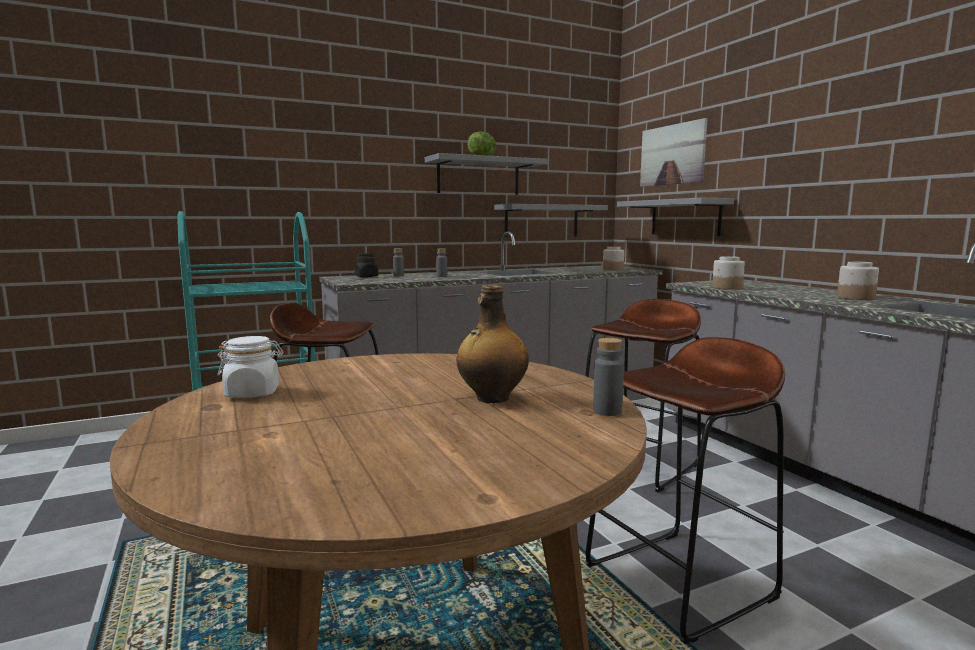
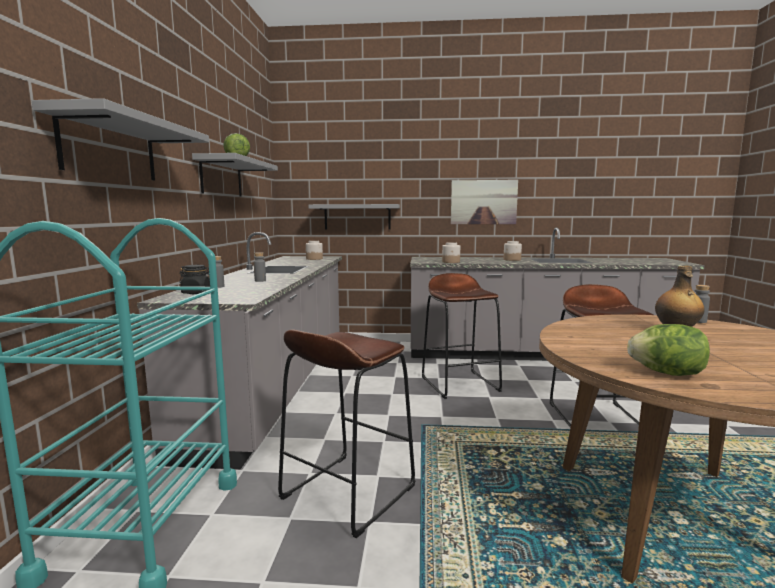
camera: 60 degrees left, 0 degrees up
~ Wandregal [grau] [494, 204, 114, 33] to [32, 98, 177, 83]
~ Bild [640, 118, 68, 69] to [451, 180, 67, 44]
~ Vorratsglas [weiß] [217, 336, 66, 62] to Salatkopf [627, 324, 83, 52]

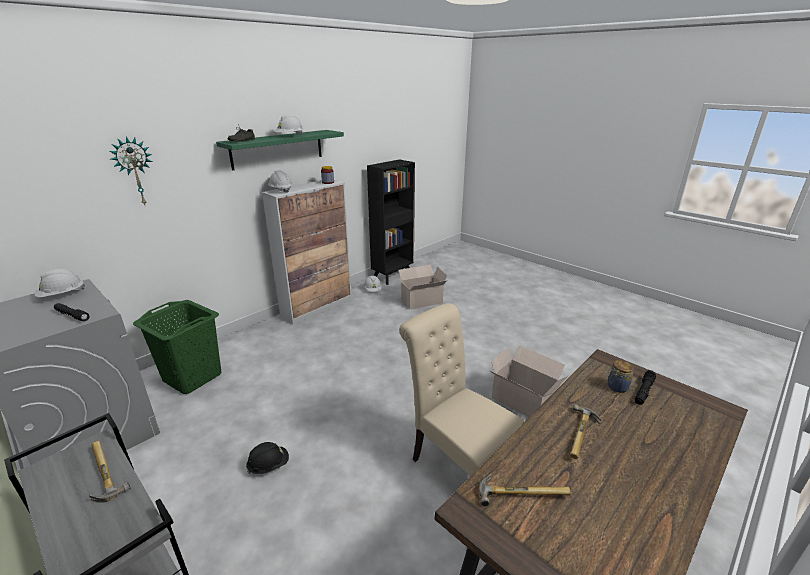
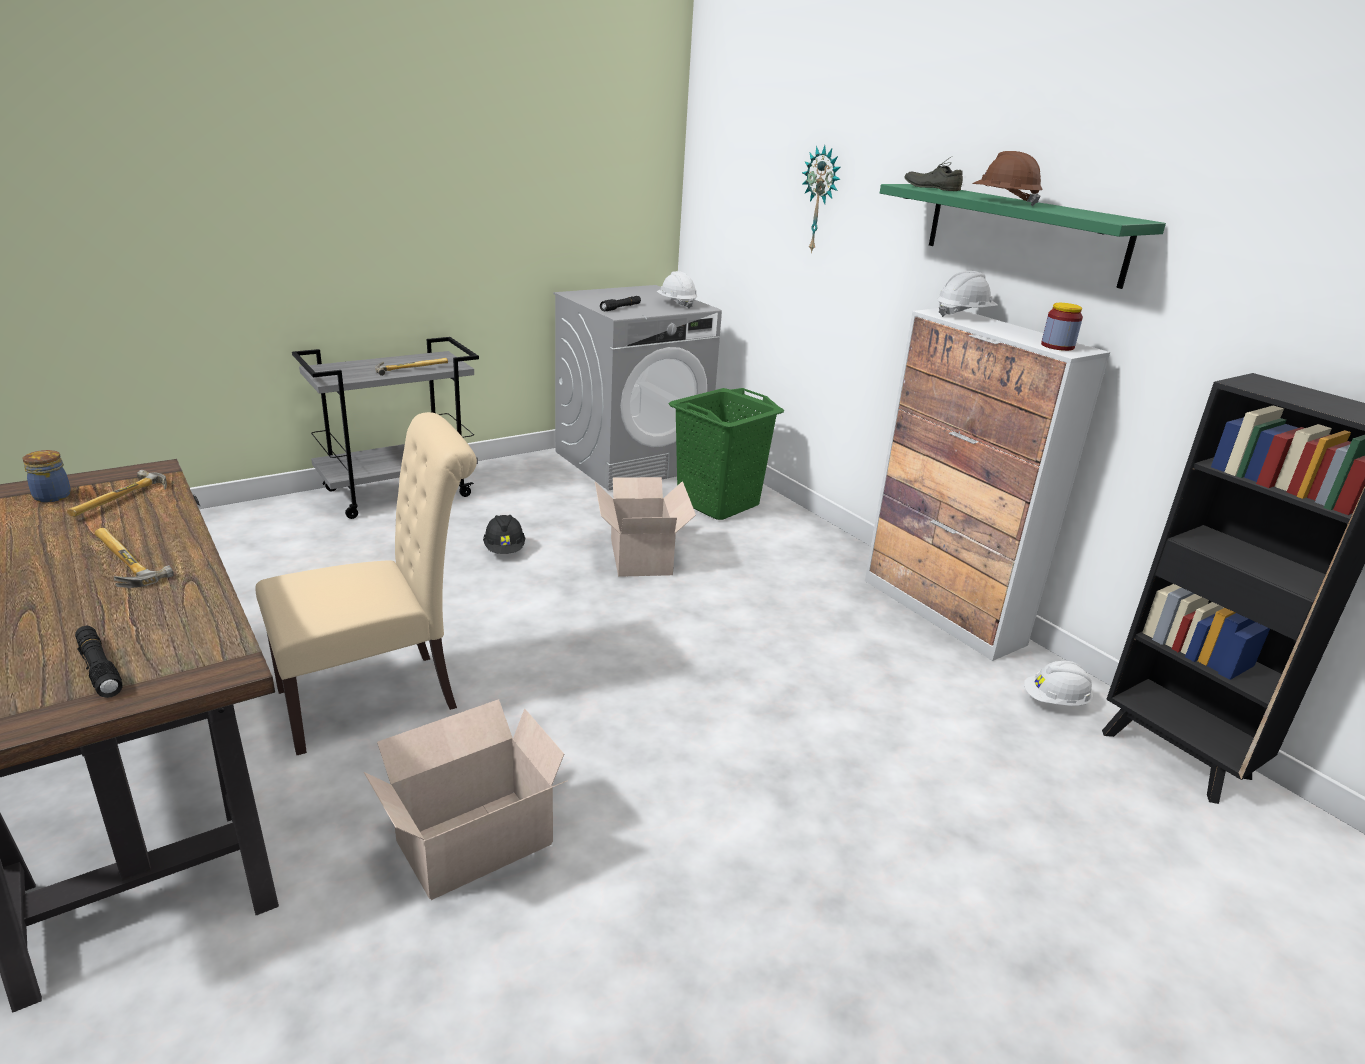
camera: 100 degrees right, 0 degrees up
~ Karton [397, 265, 51, 44] to [595, 477, 101, 100]
~ Vorratsglas [608, 360, 26, 33] to [22, 450, 49, 52]
~ Schutzhelm [weiß] [274, 115, 29, 20] to Schutzhelm [braun] [972, 151, 70, 55]

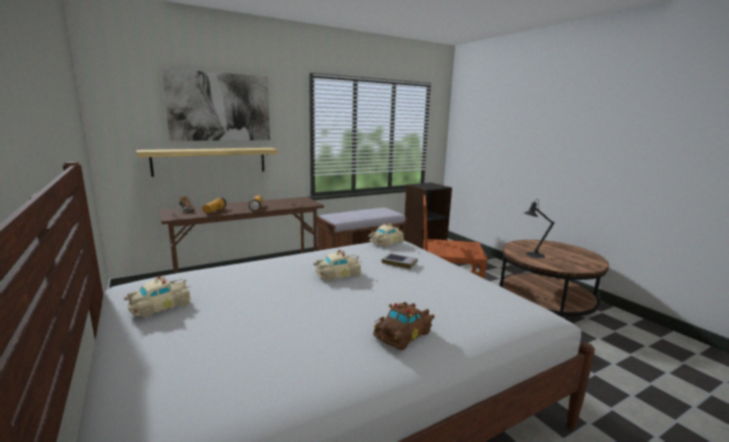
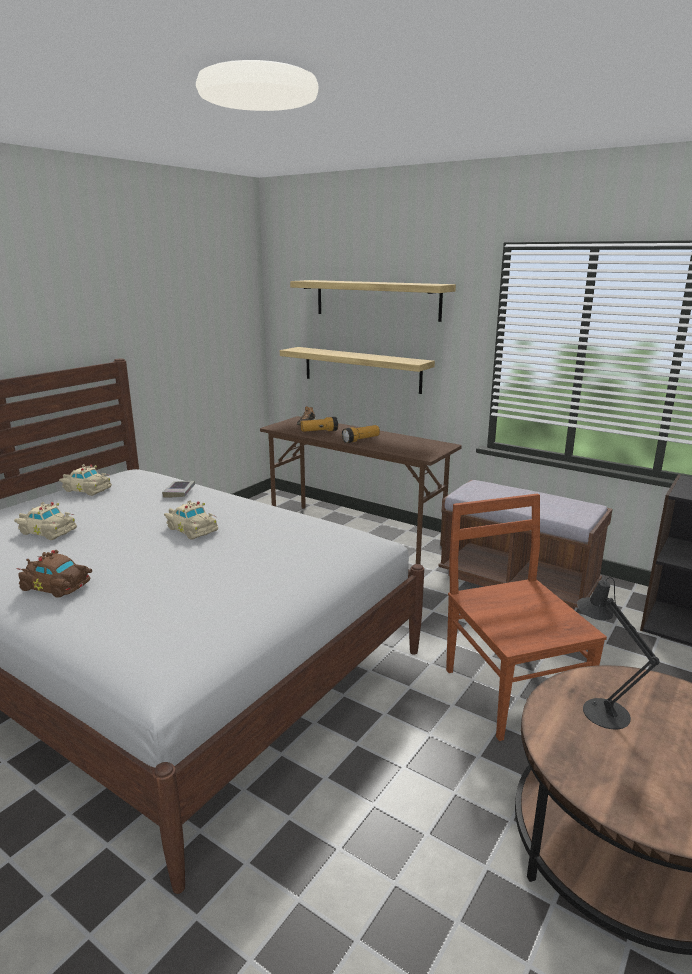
camera: 65 degrees right, 5 degrees up
~ Spielzeugauto [beige] [368, 223, 36, 24] to [14, 502, 63, 38]
~ Buch [382, 253, 36, 16] to [162, 481, 33, 17]
~ Bild [162, 68, 108, 73] to Wandregal [290, 280, 166, 42]

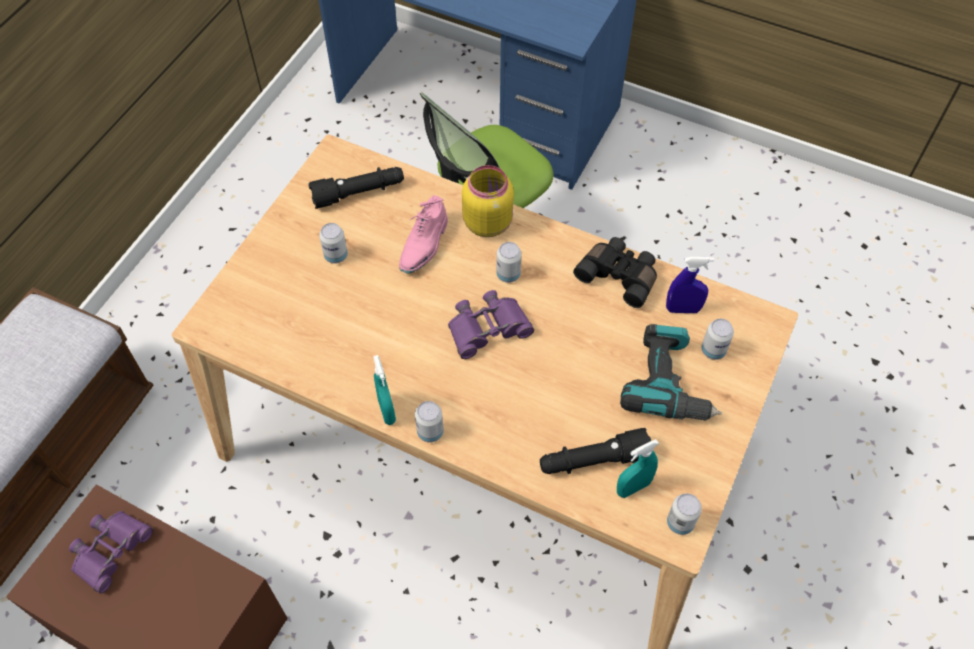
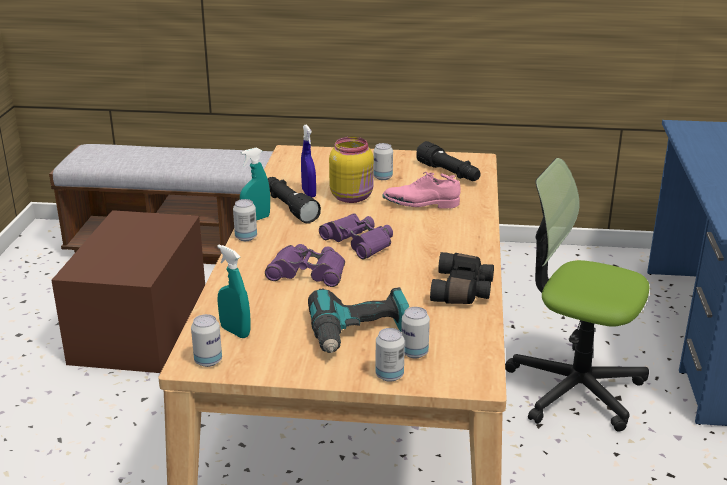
camera: 70 degrees right, 30 degrees down
~ Fernglas [lila] [69, 511, 84, 83] to [265, 244, 80, 43]
~ Vorratsglas [gelb] [462, 165, 52, 72] to [329, 137, 45, 66]
~ Dose [496, 242, 26, 41] to [375, 328, 30, 54]
~ Taschenlampe [schwarz] [540, 428, 111, 46] to [267, 177, 54, 47]
~ Sprühflasche [blau] [666, 257, 48, 56] to [301, 125, 15, 73]

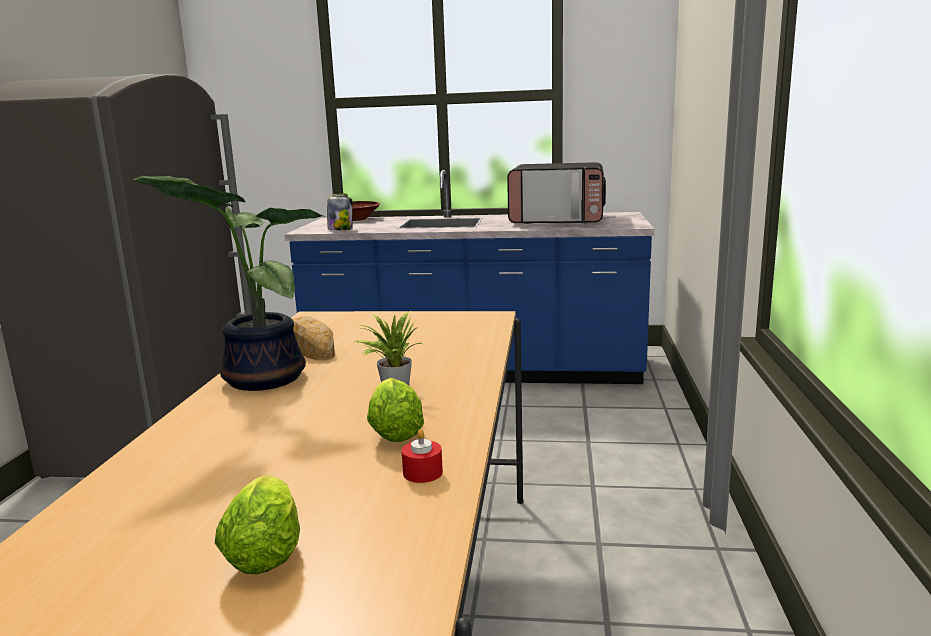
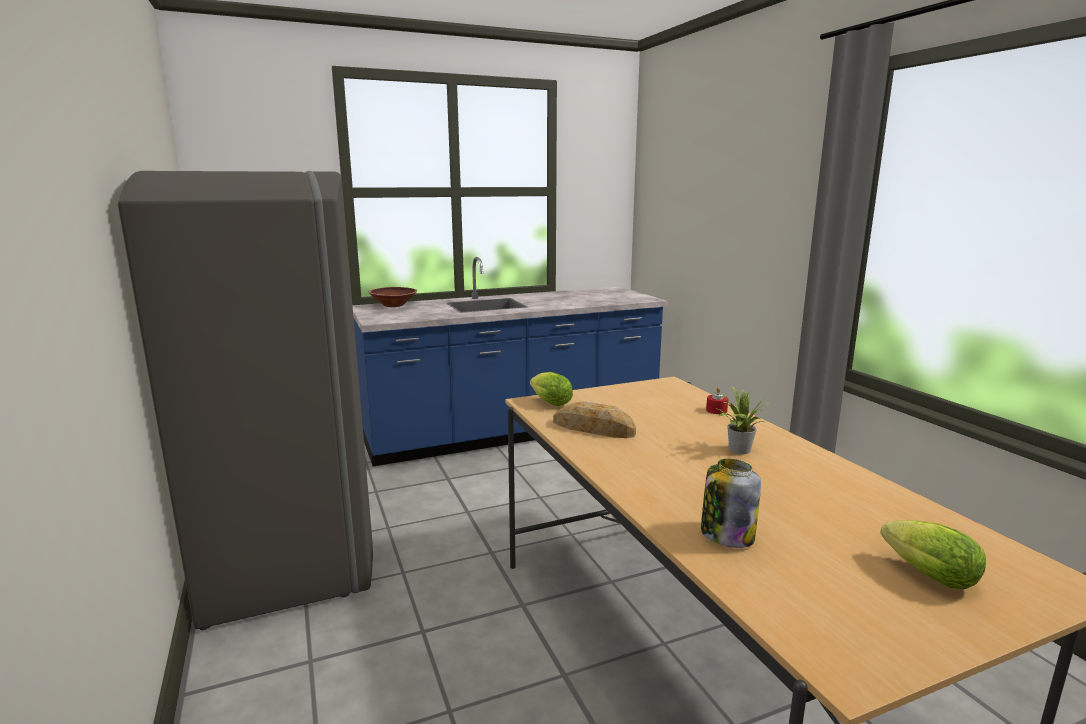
camera: 30 degrees left, 0 degrees up
- Topfpflanze [132, 176, 194, 215]
- Mikrowelle [507, 162, 99, 62]
~ Vorratsglas [327, 193, 26, 37] to [701, 459, 60, 89]
~ Salatkopf [367, 378, 57, 64] to [530, 372, 43, 34]
~ Kerze [rot] [402, 429, 41, 54] to [706, 387, 22, 27]

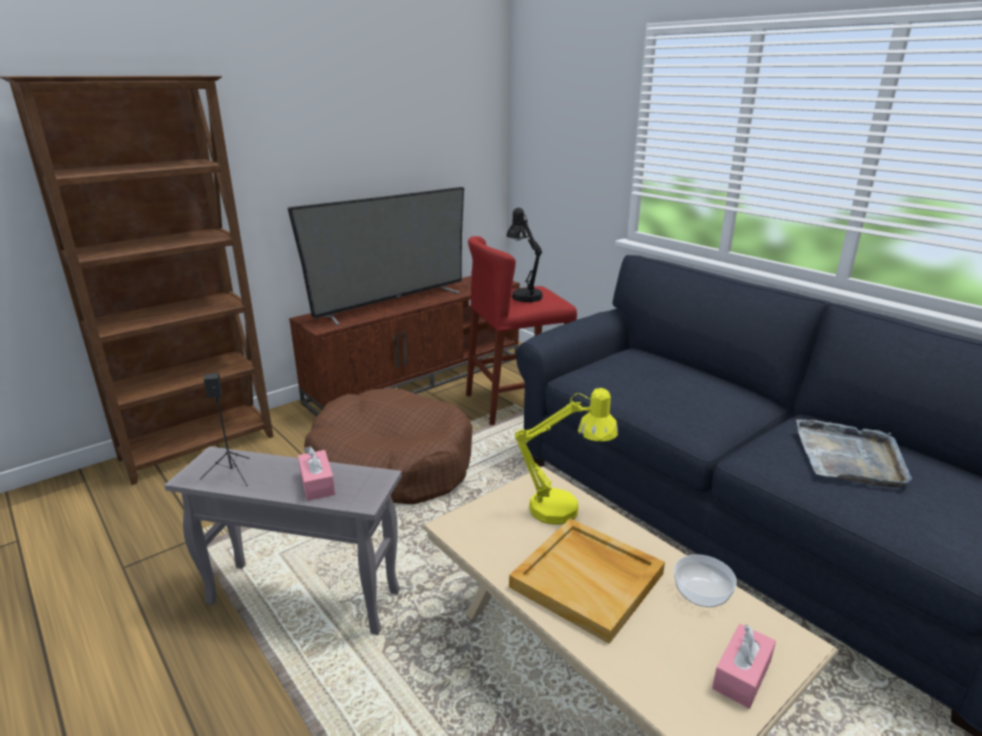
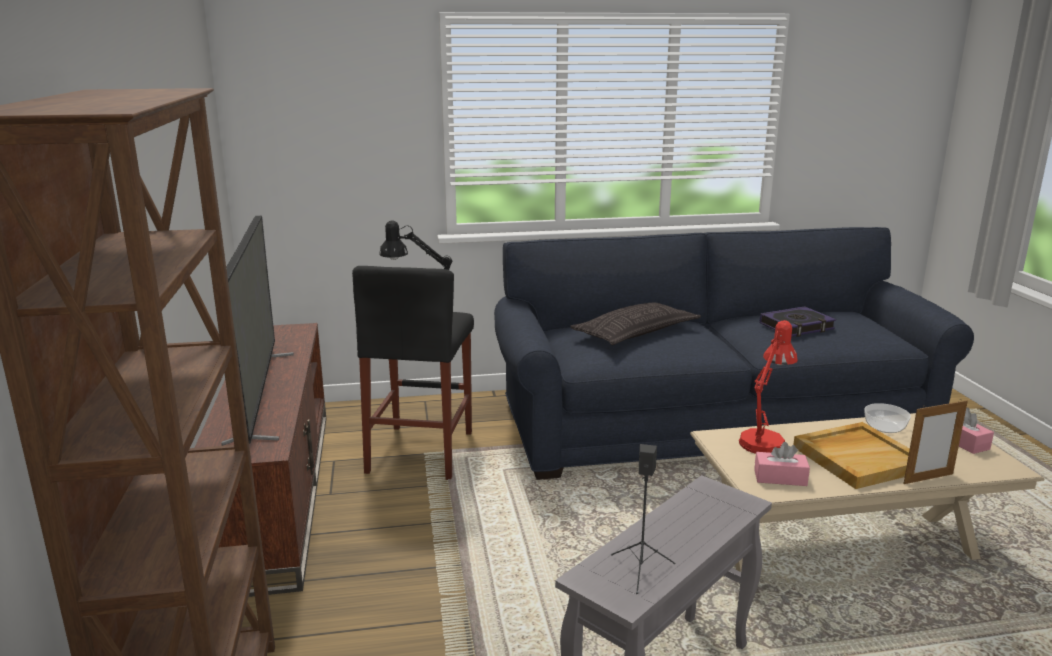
camera: 60 degrees left, 5 degrees down
- Hundebett [braun] [304, 388, 168, 116]
+ Kissen [570, 303, 131, 42]
+ Bilderrahmen [903, 400, 65, 84]
~ Taschentuchbox [rosa] [298, 446, 37, 55] to [754, 442, 56, 44]
~ Tablett [grau] [796, 419, 116, 69] to Buch [760, 306, 76, 31]
~ Hocker [rot] [466, 236, 111, 189] to Hocker [schwarz] [352, 266, 122, 214]
~ Tischlampe [gelb] [515, 388, 103, 137] to Tischlampe [rot] [739, 320, 59, 134]

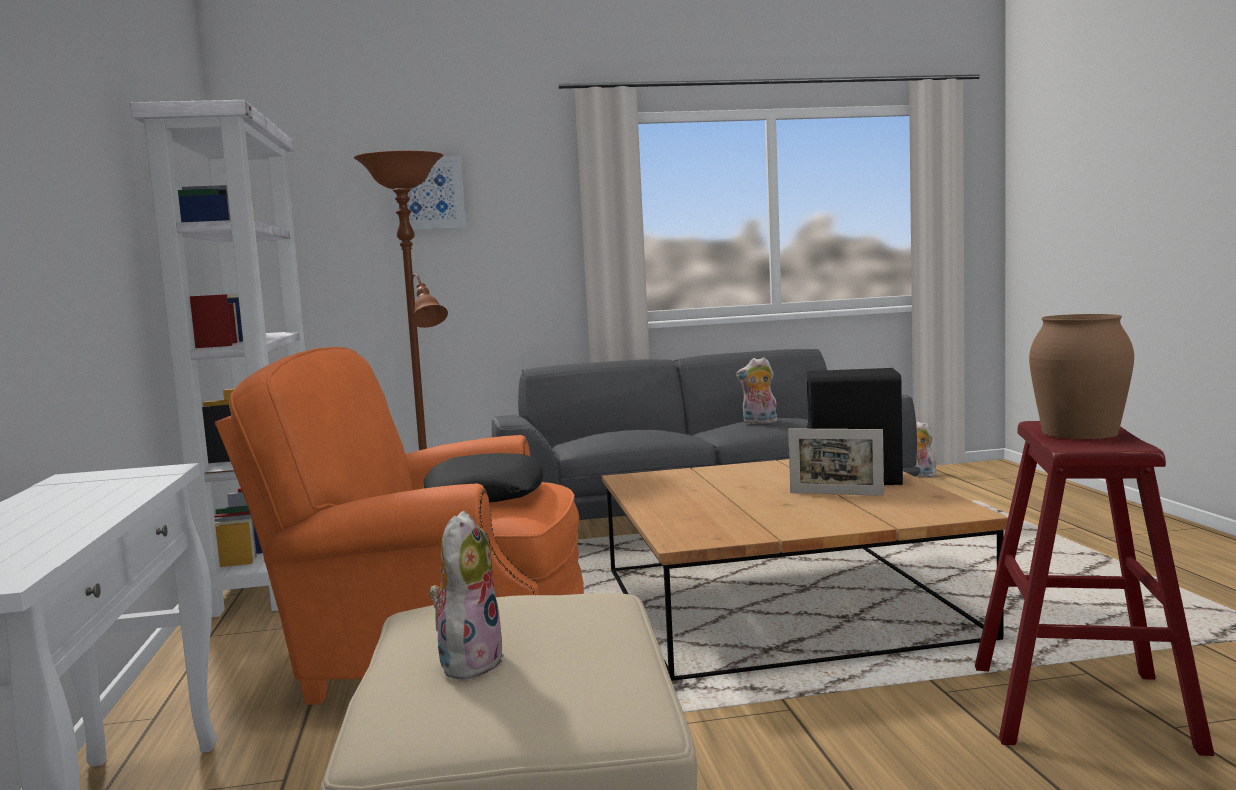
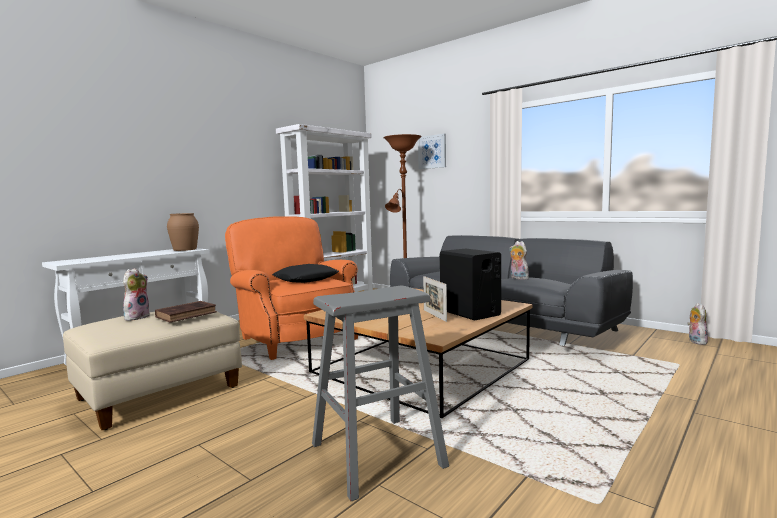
camera: 50 degrees right, 0 degrees up
+ Buch [braun] [155, 301, 62, 21]
~ Vase [braun] [1029, 314, 105, 125] to [167, 213, 32, 38]
~ Hocker [rot] [975, 421, 239, 335] to Hocker [grau] [312, 286, 137, 215]
~ Plüschtier [429, 511, 75, 169] = [123, 268, 27, 53] 45 degrees counterclockwise

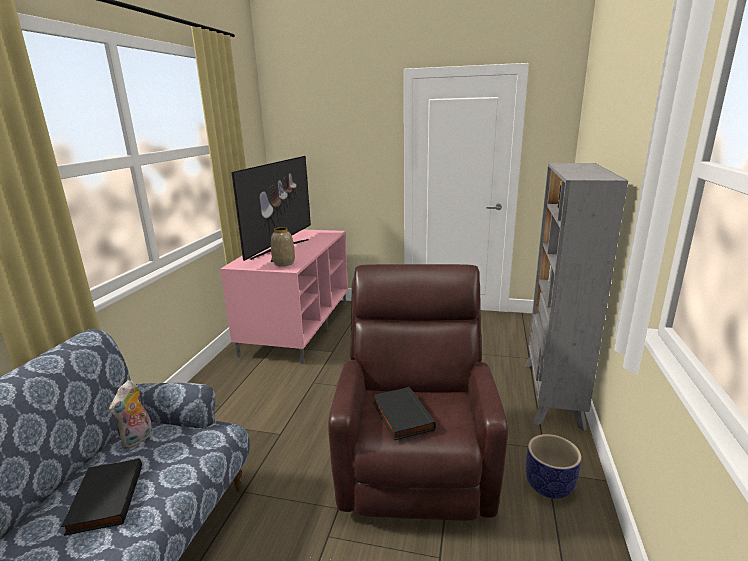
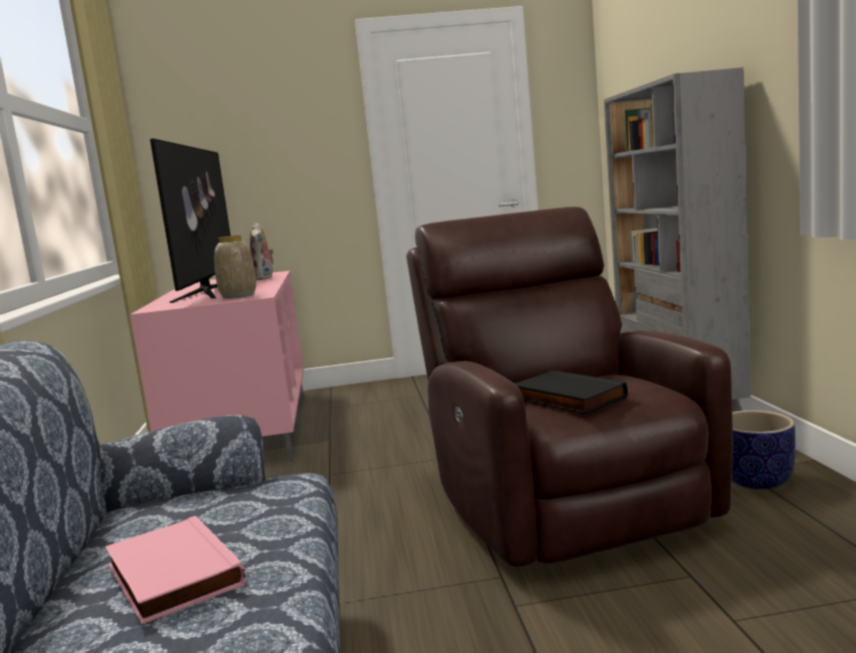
camera: 20 degrees left, 10 degrees down
~ Plüschtier [109, 380, 44, 69] to [250, 223, 24, 57]
~ Buch [schwarz] [61, 458, 81, 78] to Buch [rosa] [105, 516, 141, 108]

